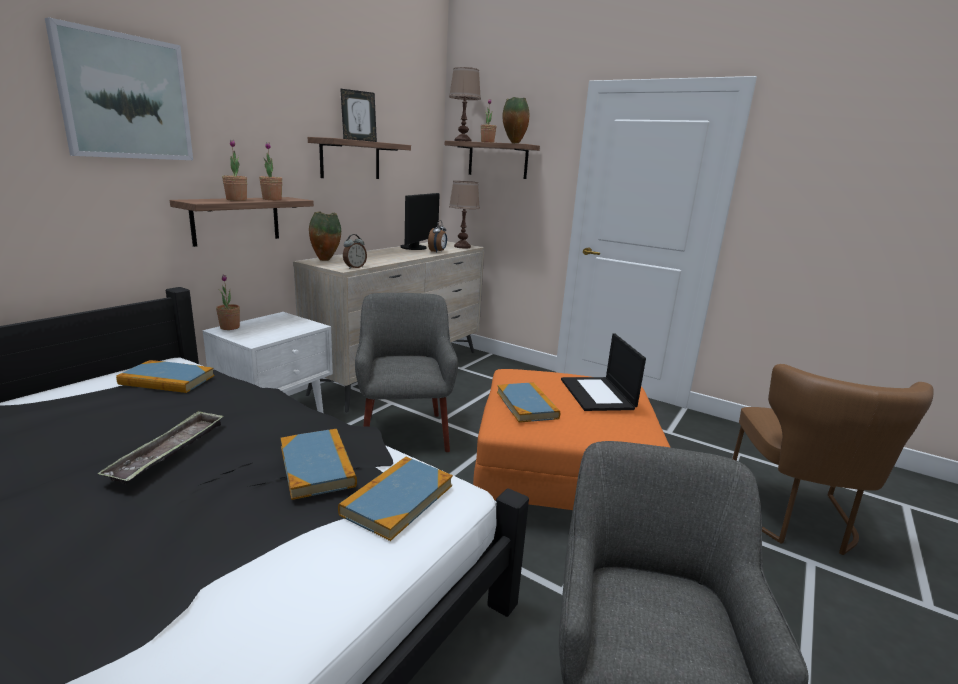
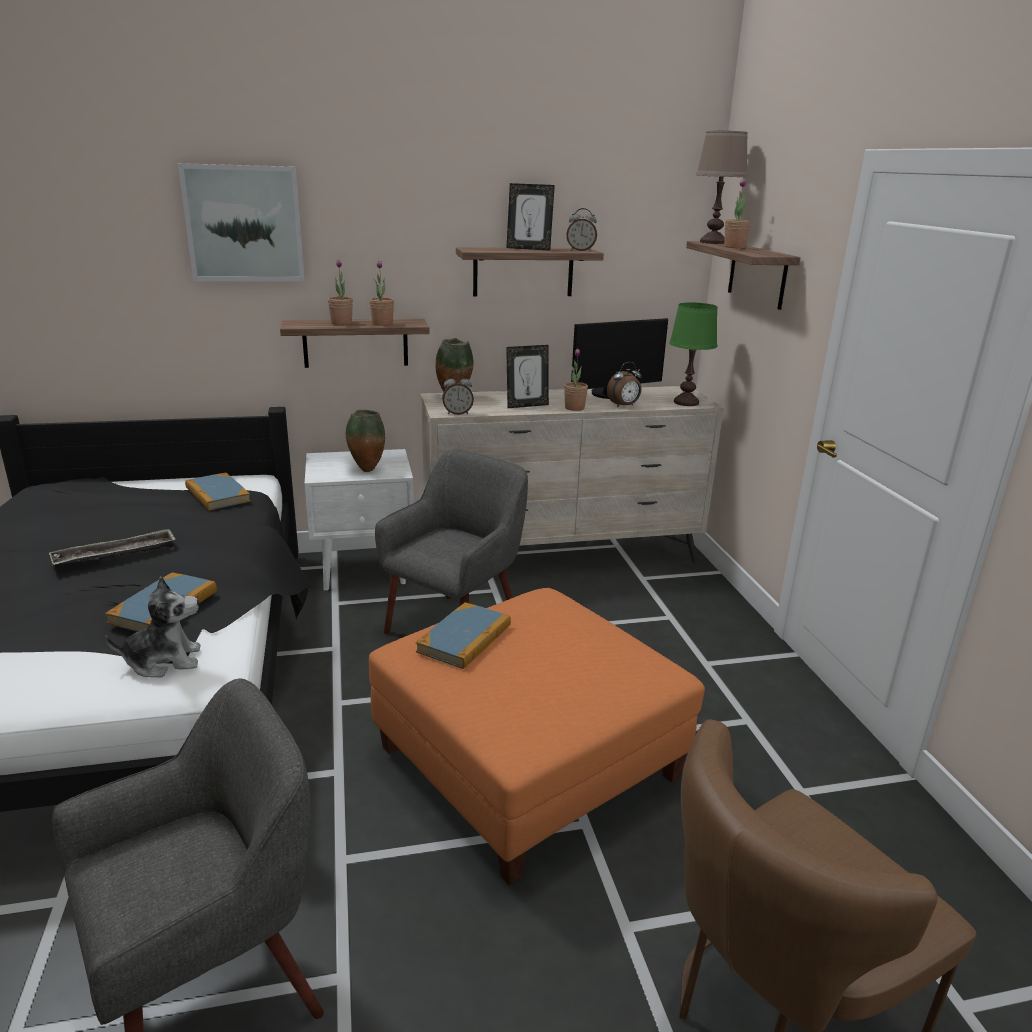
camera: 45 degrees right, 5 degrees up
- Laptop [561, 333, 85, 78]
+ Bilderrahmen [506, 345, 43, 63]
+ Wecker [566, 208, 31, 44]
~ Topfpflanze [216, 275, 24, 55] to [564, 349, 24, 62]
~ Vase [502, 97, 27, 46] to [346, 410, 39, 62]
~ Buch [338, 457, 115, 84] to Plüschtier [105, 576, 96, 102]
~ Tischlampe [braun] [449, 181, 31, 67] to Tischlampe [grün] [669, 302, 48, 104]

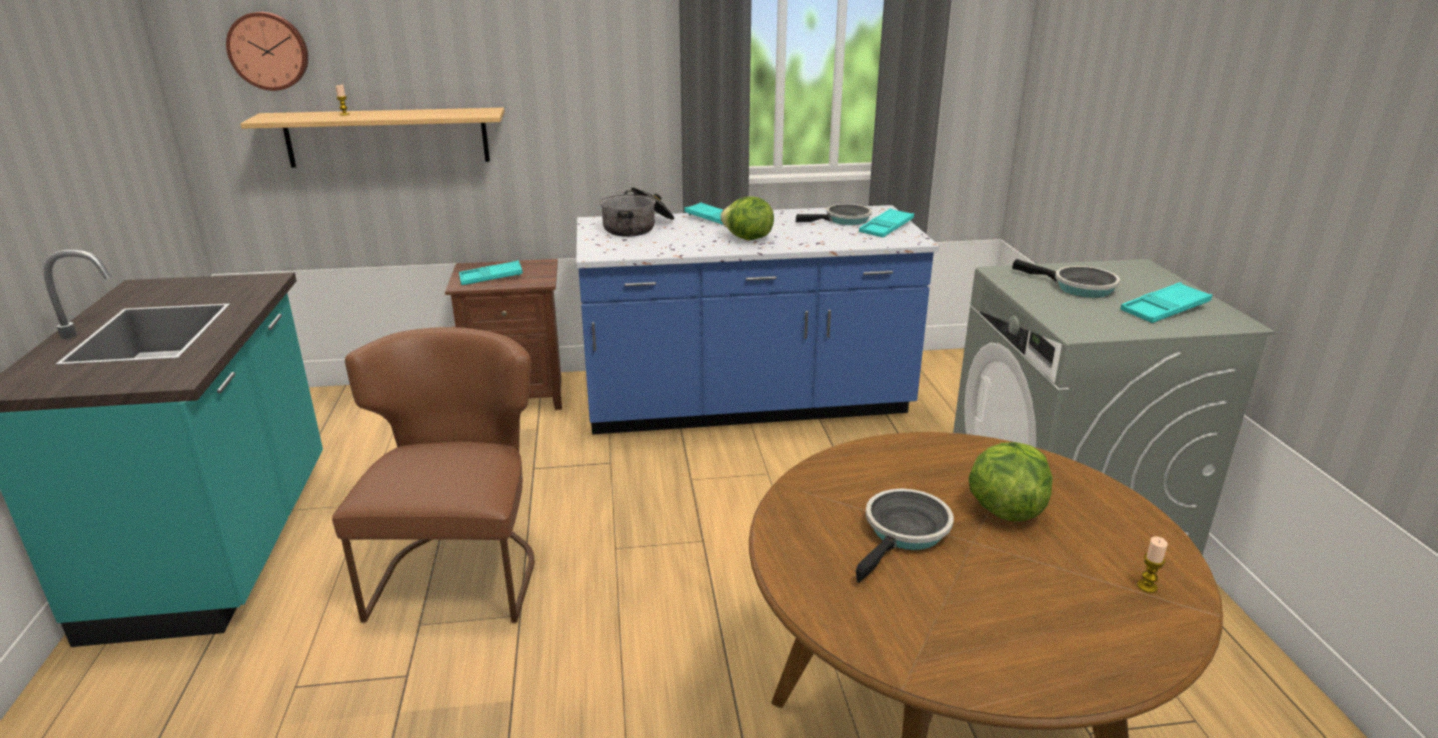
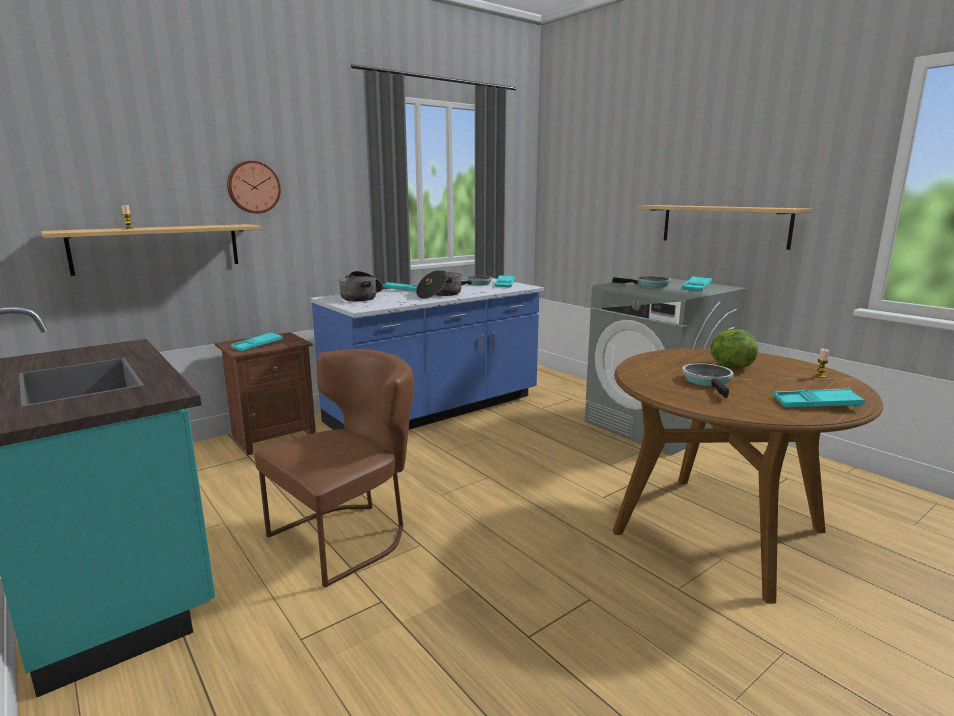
camera: 30 degrees left, 10 degrees down
+ Wandregal [635, 205, 177, 45]
+ Tablett [türkis] [774, 388, 91, 20]
~ Wanduhr [226, 12, 82, 79] to [227, 160, 54, 54]
~ Salatkopf [720, 197, 54, 43] to Kochtopf [416, 270, 46, 29]
~ Stuhl [braun] [332, 326, 203, 297] = [254, 349, 160, 238] 75 degrees clockwise

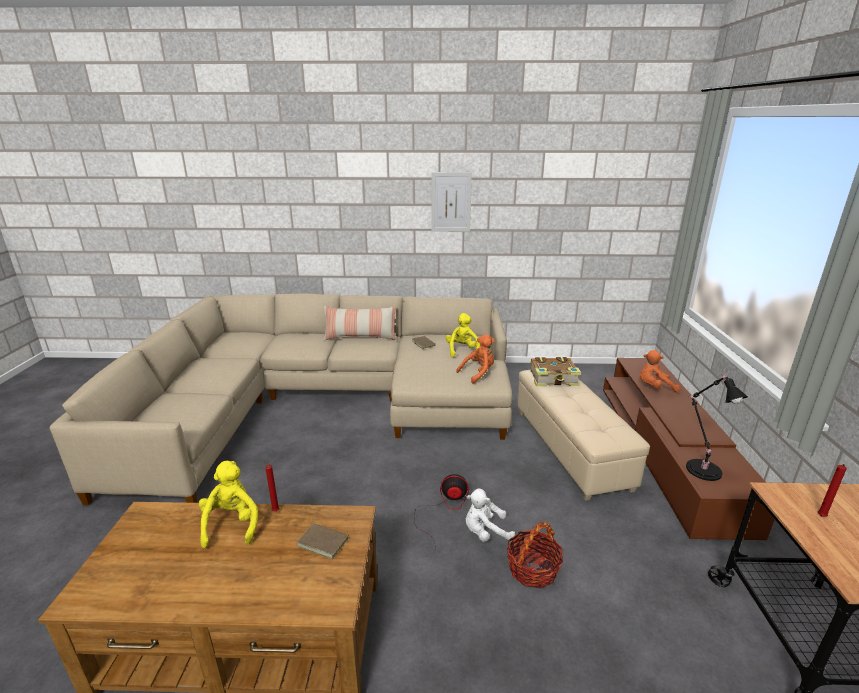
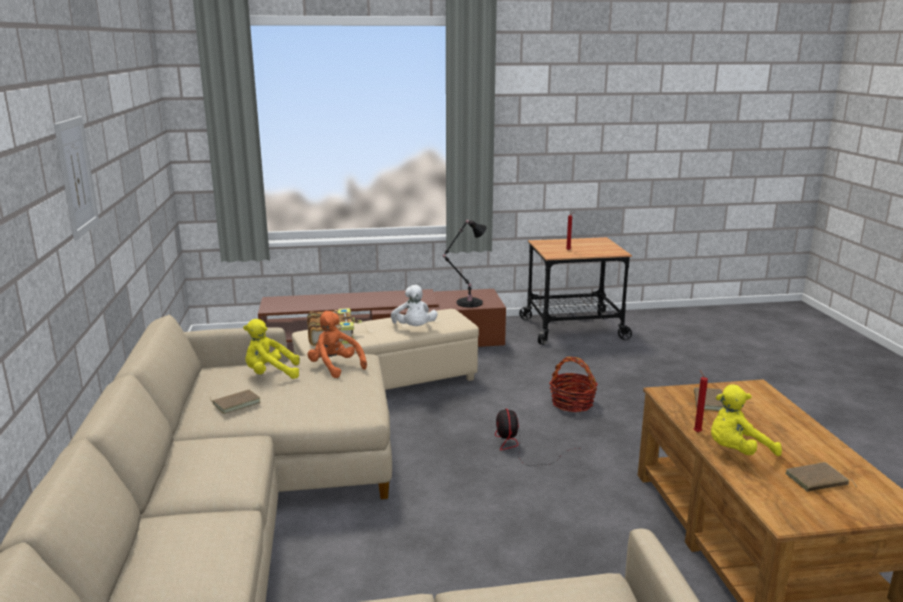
camera: 100 degrees left, 5 degrees down
- Kissen [324, 306, 72, 35]
- Plüschtier [orange] [640, 350, 40, 42]
+ Buch [braun] [785, 462, 72, 30]
~ Plüschtier [weiß] [466, 488, 49, 54] to [391, 285, 47, 41]

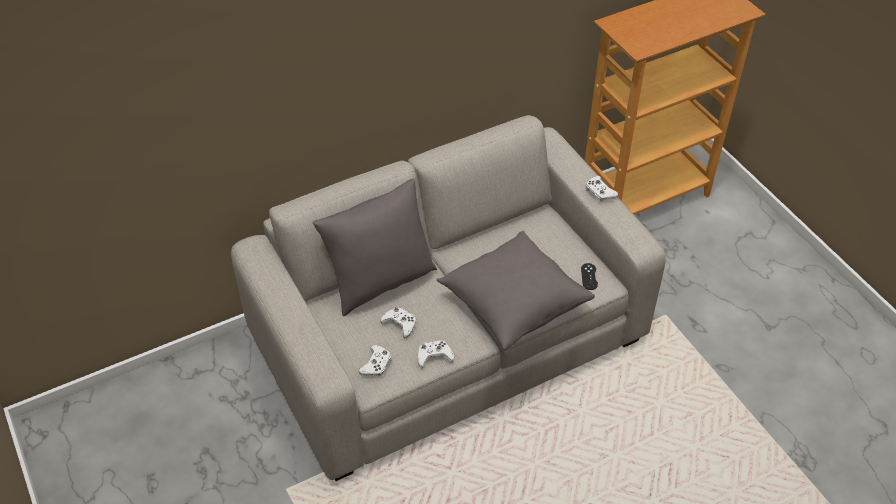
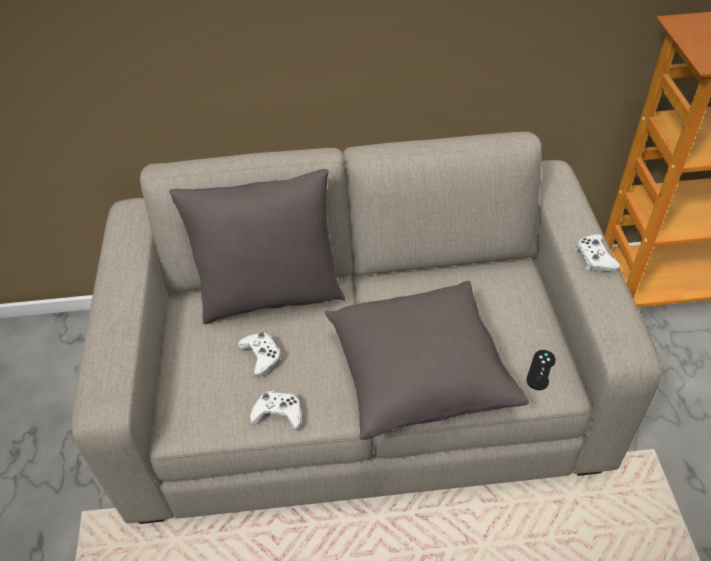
camera: 25 degrees right, 0 degrees up
- Gamepad [weiß] [358, 345, 34, 31]

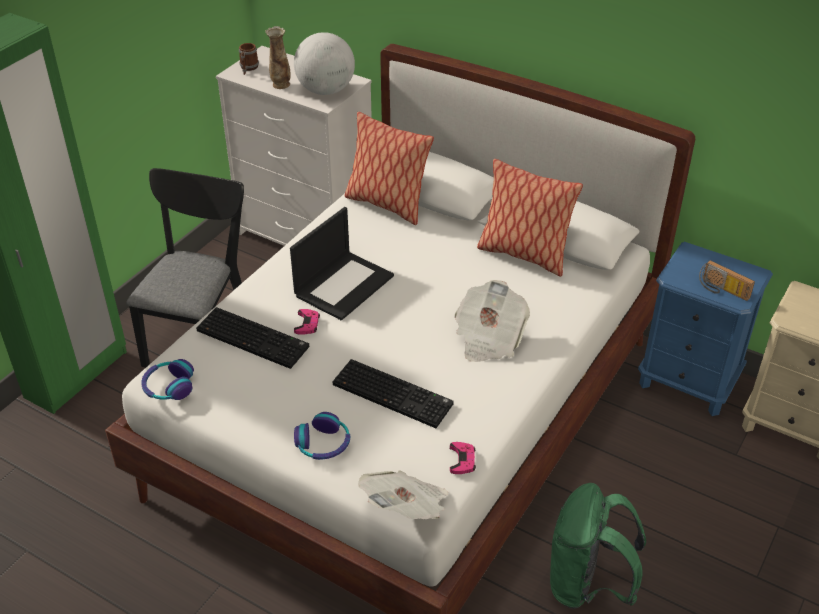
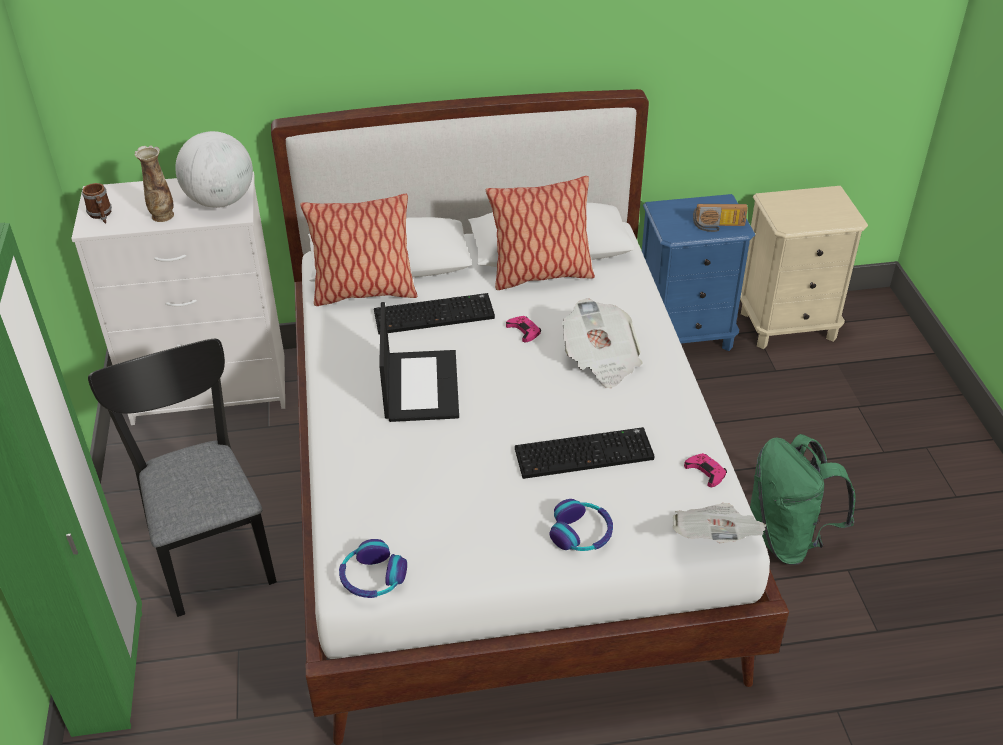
camera: 40 degrees left, 0 degrees up
~ Tastatur [196, 307, 114, 62] to [374, 293, 121, 41]
~ Gamepad [rosa] [294, 309, 26, 26] to [506, 316, 35, 27]

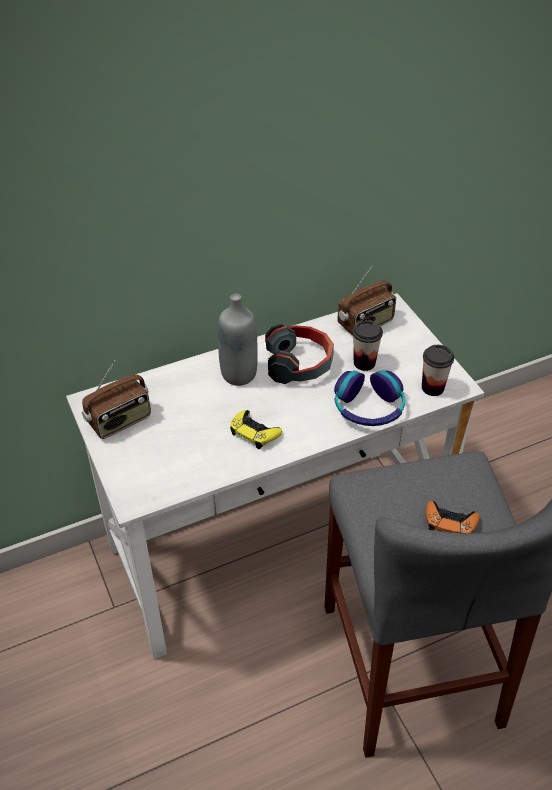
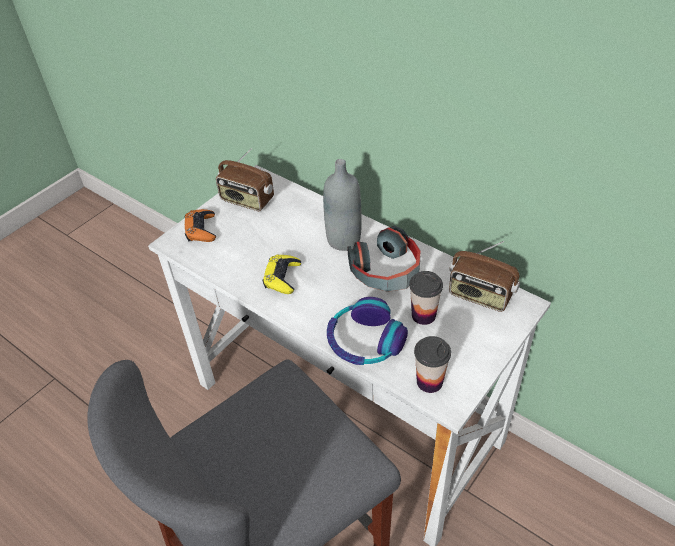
camera: 65 degrees right, 0 degrees up
~ Gamepad [orange] [426, 501, 53, 32] to [185, 209, 31, 33]

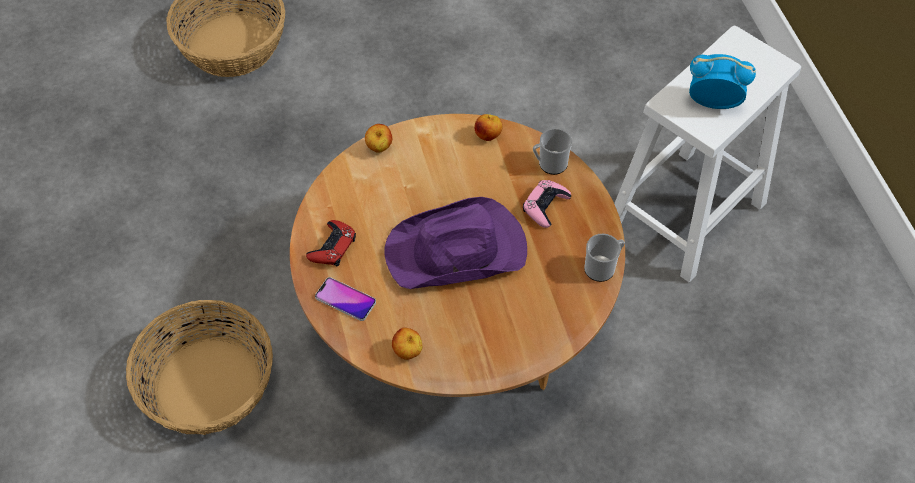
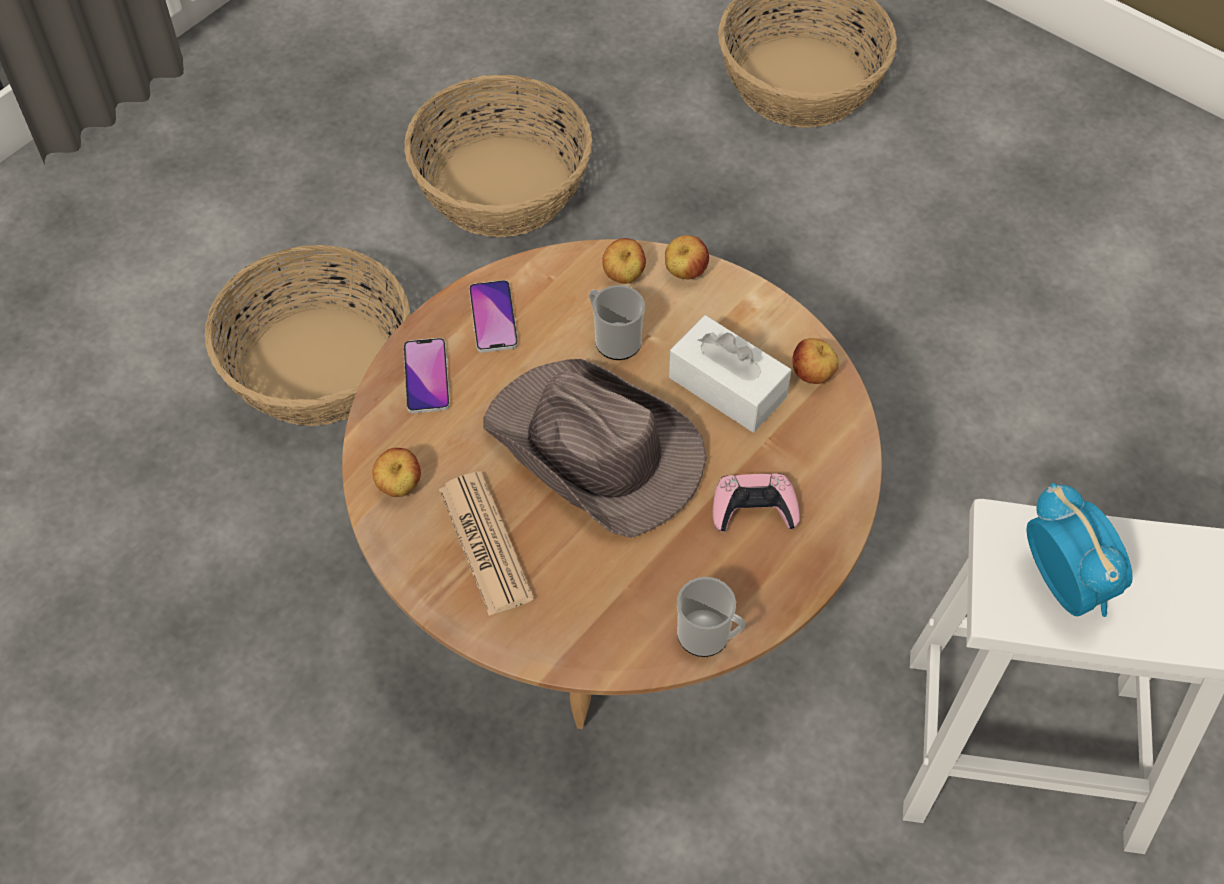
camera: 55 degrees right, 0 degrees up
+ Korb [404, 75, 188, 162]
+ Zeitung [439, 471, 95, 145]
+ Apfel [602, 238, 44, 46]
+ Taschentuchbox [weiß] [669, 315, 122, 117]
~ Henkelbecher [533, 128, 39, 47] to [589, 285, 56, 75]
~ Gamepad [rot] [306, 220, 50, 46] to Handy [469, 280, 49, 73]
~ Hut [lila] [384, 197, 143, 92] to Hut [braun] [483, 359, 224, 179]

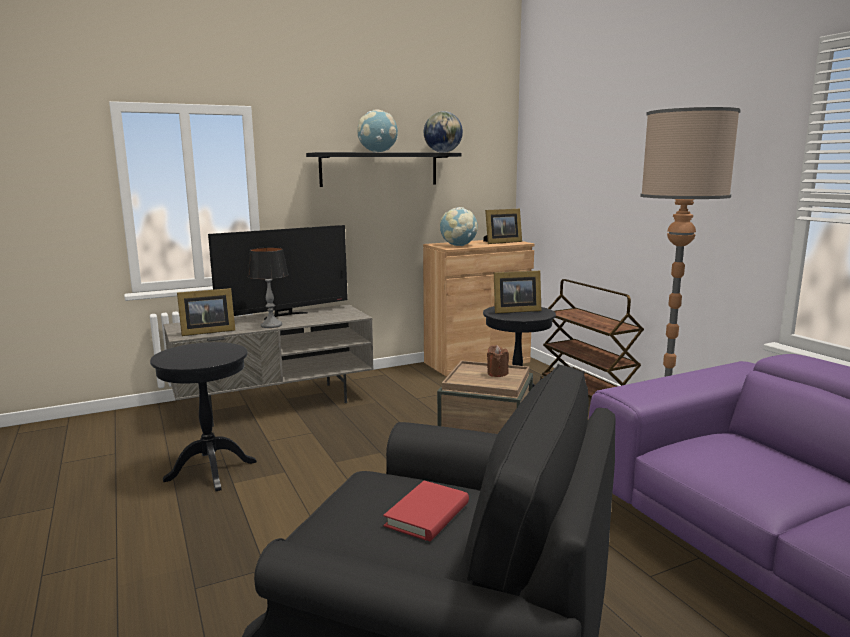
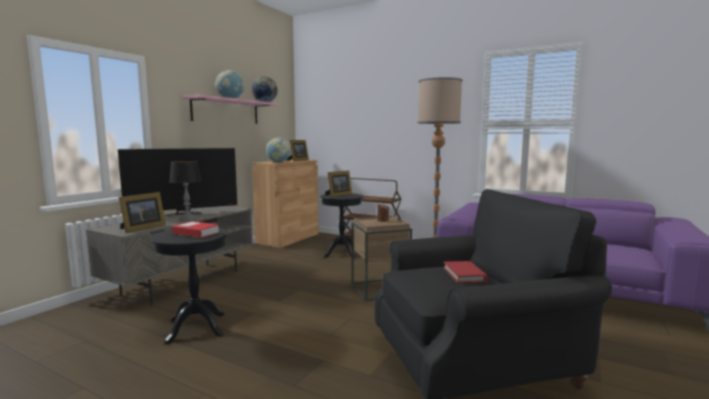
camera: 35 degrees left, 5 degrees down
+ Buch [172, 221, 47, 17]
~ Wandregal [schwarz] [306, 152, 155, 35] to Wandregal [rosa] [182, 94, 96, 30]
~ Fernseher [208, 225, 140, 95] = [118, 148, 119, 68] 45 degrees clockwise

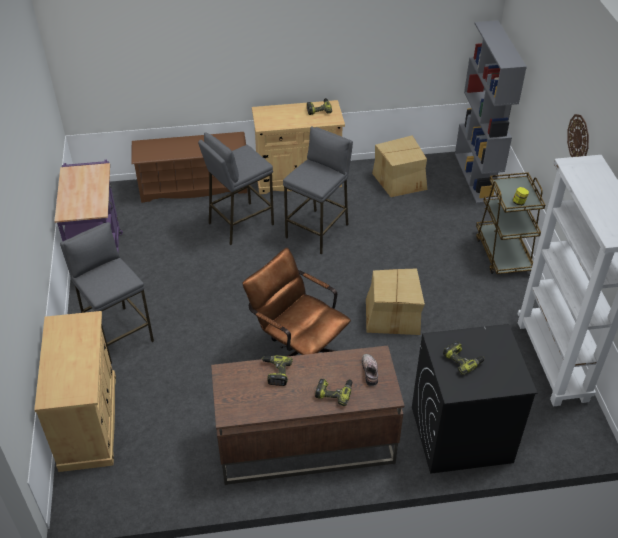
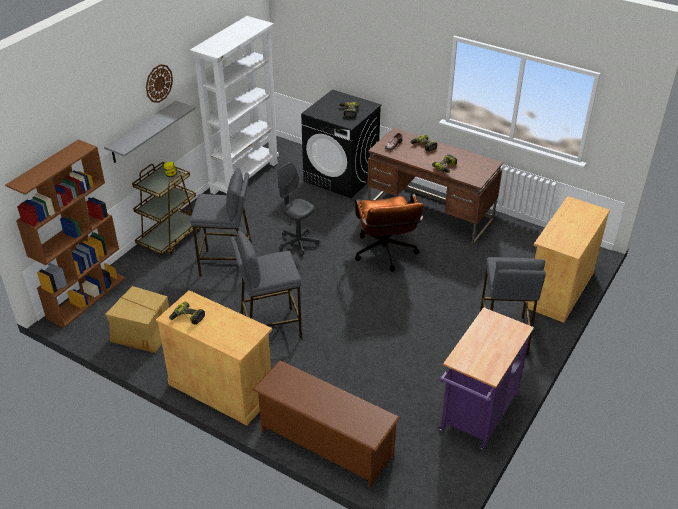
camera: 140 degrees left, 5 degrees down
+ Wandregal [grau] [104, 101, 92, 62]
~ Hocker [grau] [198, 133, 76, 112] to [190, 168, 62, 109]
~ Karton [366, 268, 59, 67] to Bürostuhl [grau] [277, 162, 42, 95]
~ Bücherregal [grau] [455, 21, 72, 183] to Bücherregal [braun] [5, 139, 120, 189]

